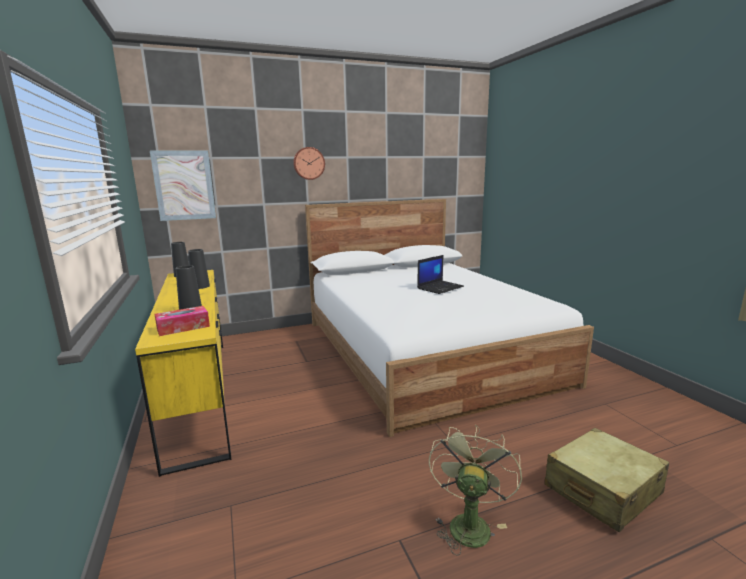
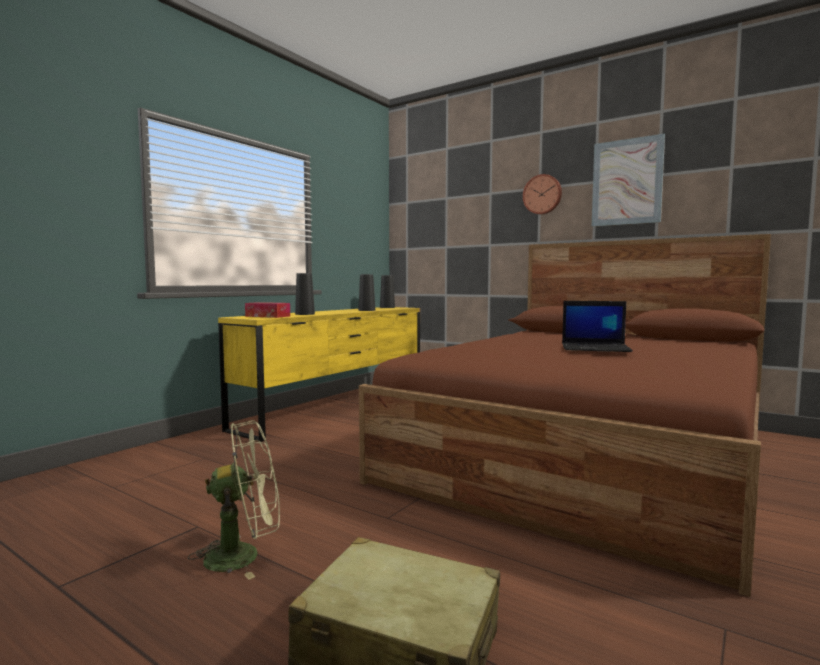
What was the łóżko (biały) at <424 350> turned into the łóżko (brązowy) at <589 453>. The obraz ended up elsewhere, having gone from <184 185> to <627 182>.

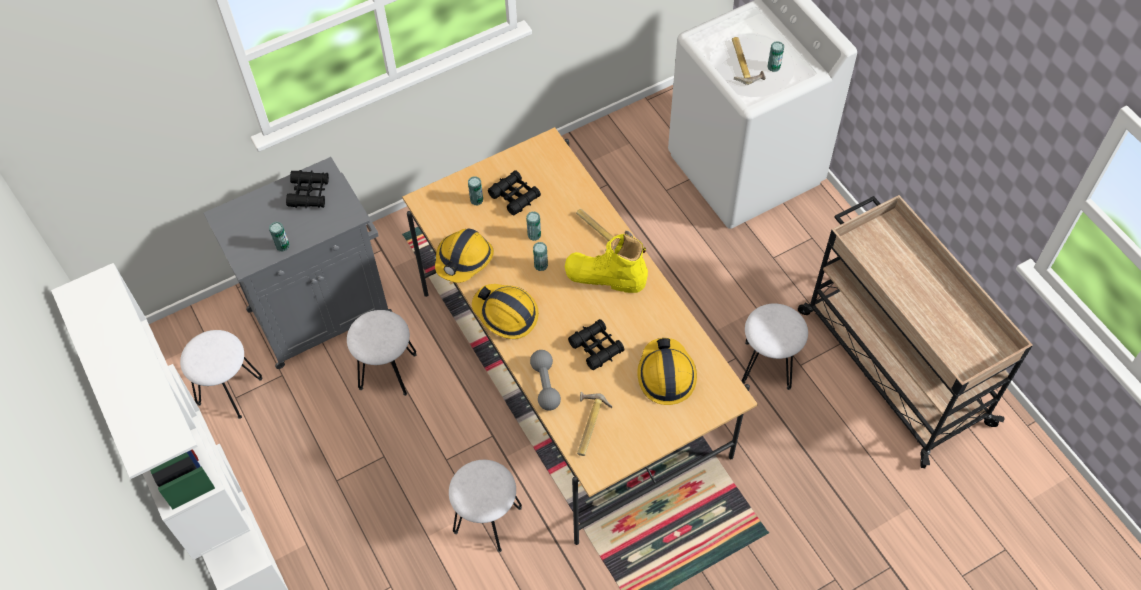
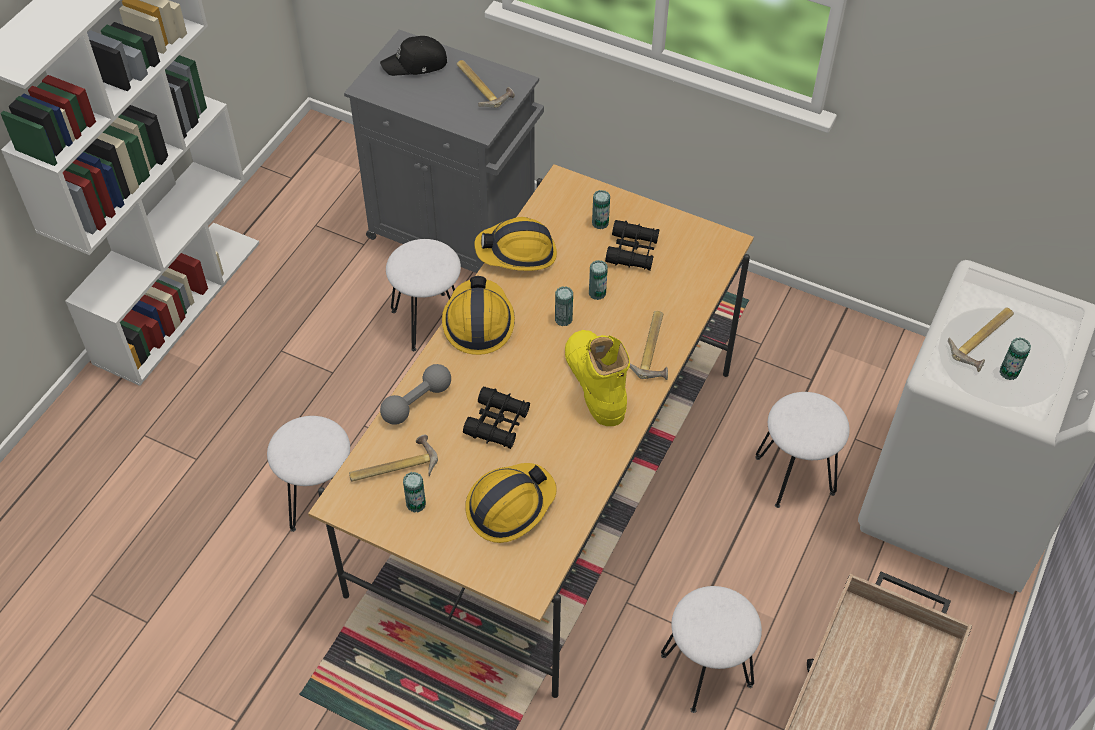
The second view gained the czapka z daszkiem (czarny) at <416 64>. The puszka ended up elsewhere, having gone from <282 245> to <416 504>. Where the lornetka (czarny) stood at <309 193>, the młotek came to stand at <482 86>. The stołek (biały) ended up elsewhere, having gone from <230 391> to <795 476>.

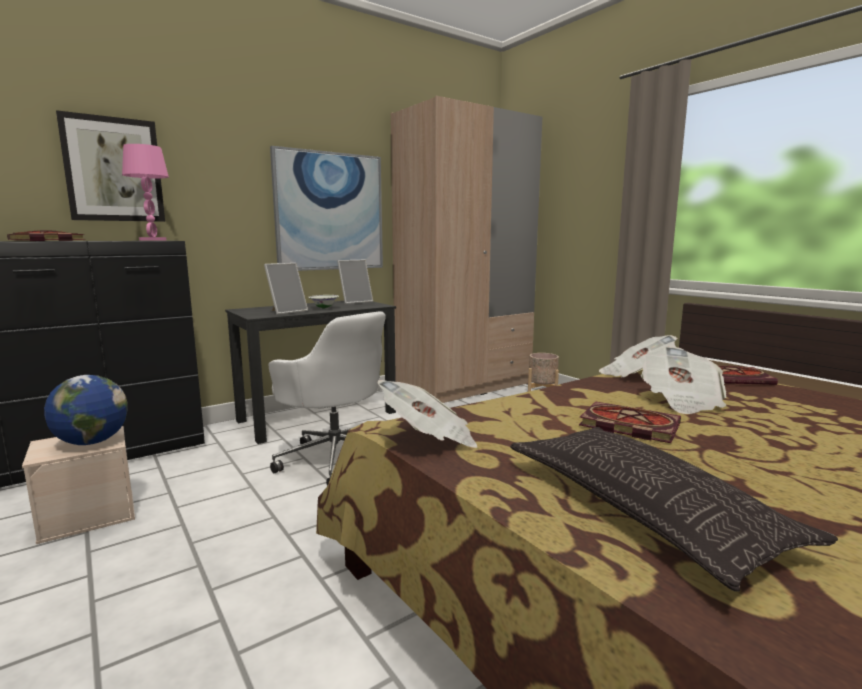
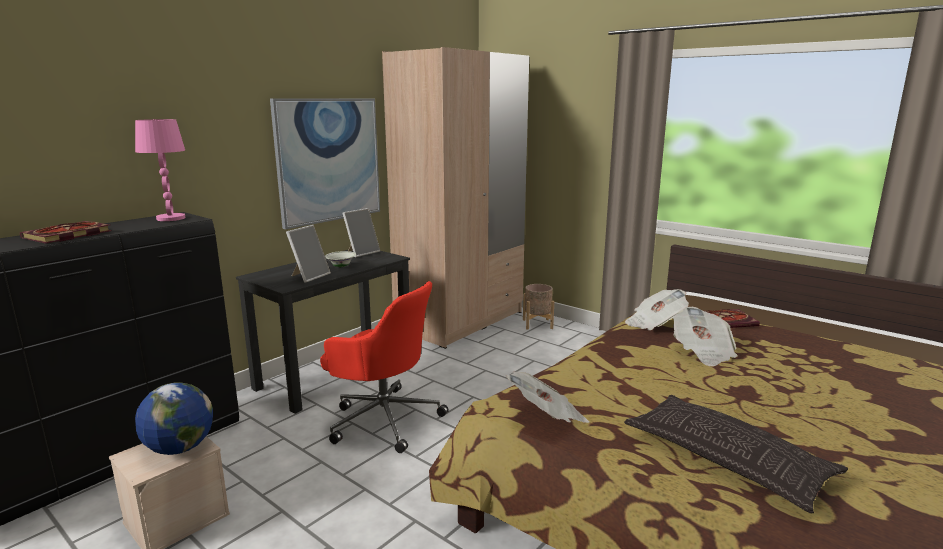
What was the krzesło biurowe (biały) at <335 458> turned into the krzesło biurowe (czerwony) at <383 419>. The second view lost the obraz at <113 170>. The second view lost the książka at <626 425>.

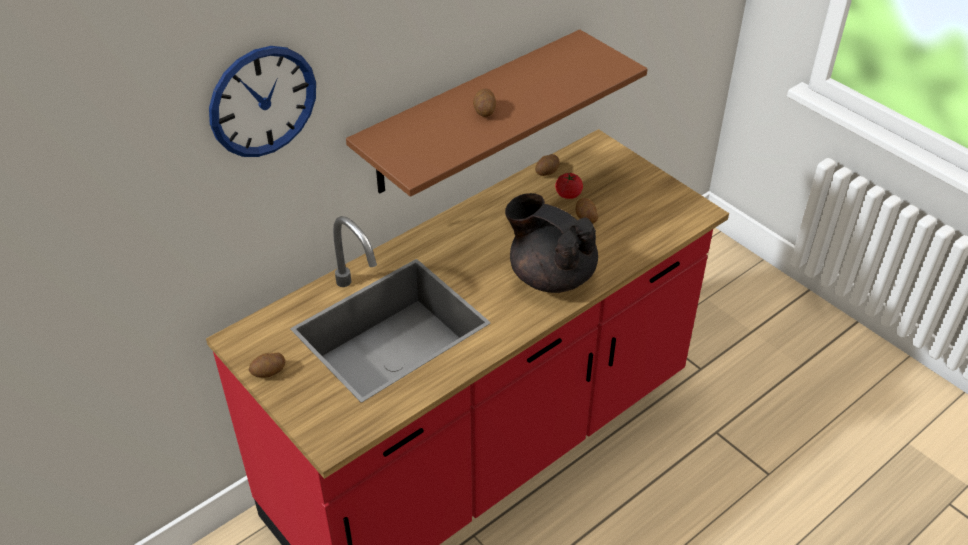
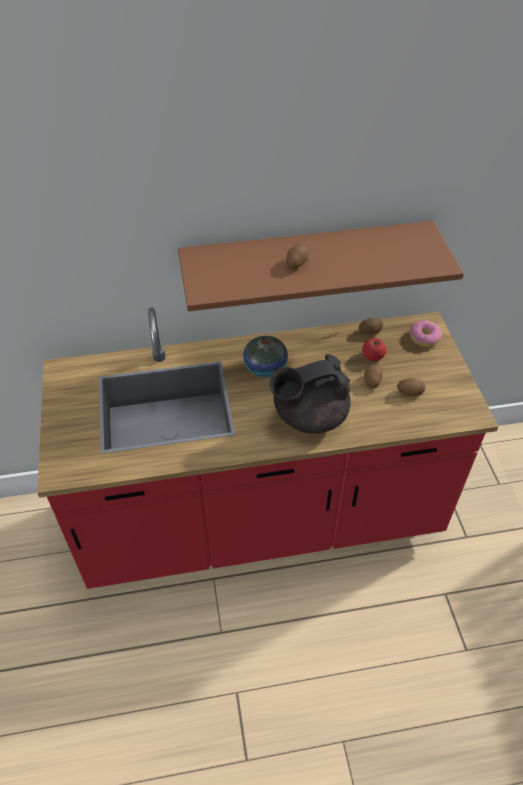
The second view gained the wazon at <265 367>. The imbryk (czarny) at <550 275> ended up facing another way, 90 degrees counterclockwise from before. The ziemniak ended up elsewhere, having gone from <269 372> to <410 392>. The second view gained the donut at <424 338>. The second view lost the zegar ścienny at <263 101>.

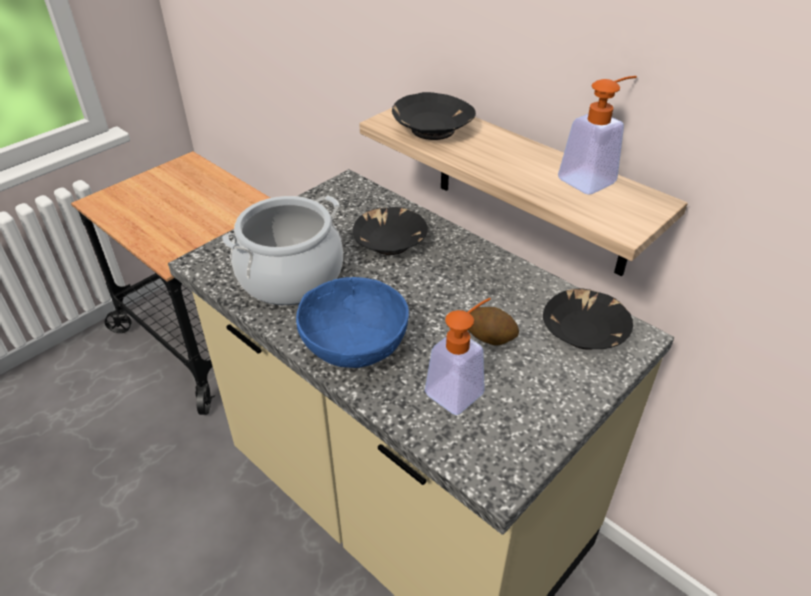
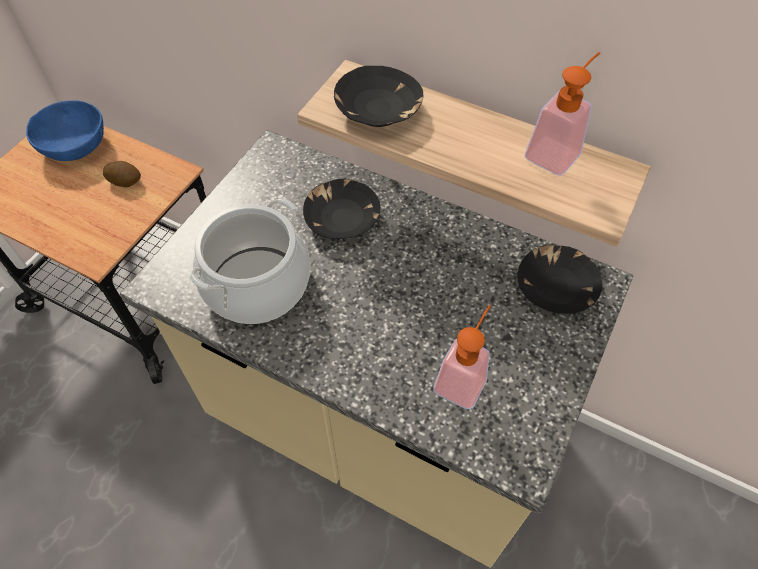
The miska (niebieski) ended up elsewhere, having gone from <354 344> to <75 146>. The ziemniak ended up elsewhere, having gone from <490 336> to <125 181>.

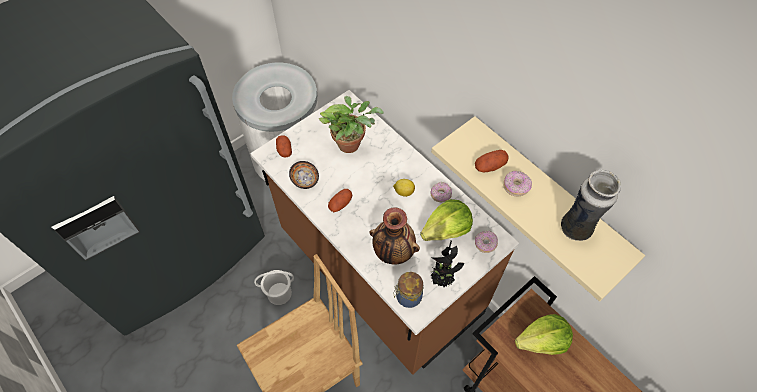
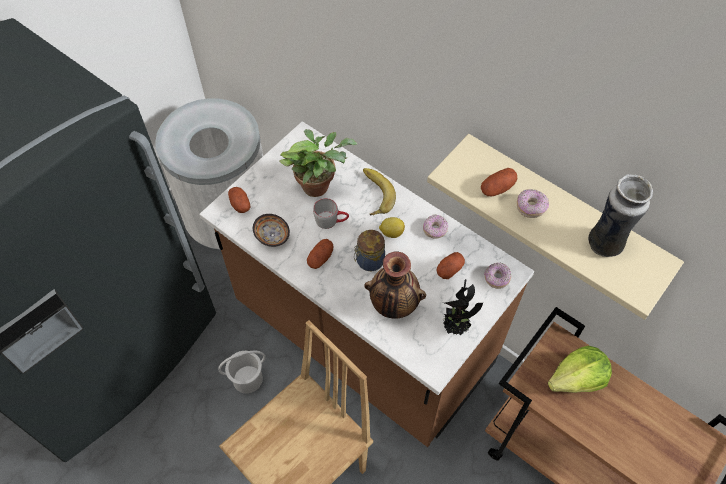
The second view gained the kubek (szary) at <331 220>. The słoik ended up elsewhere, having gone from <407 297> to <369 261>. The second view gained the banan at <373 194>. Where the sałata stood at <446 230>, the ziemniak came to stand at <449 269>.

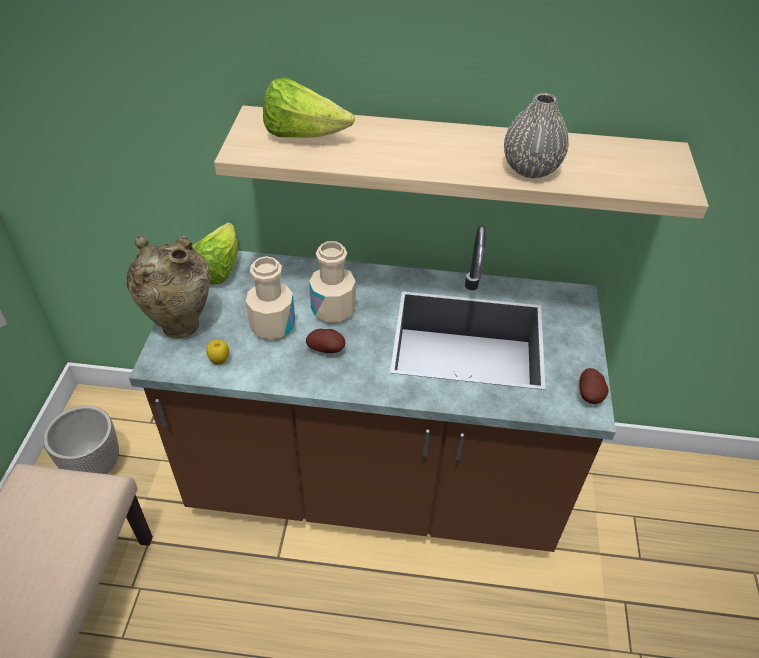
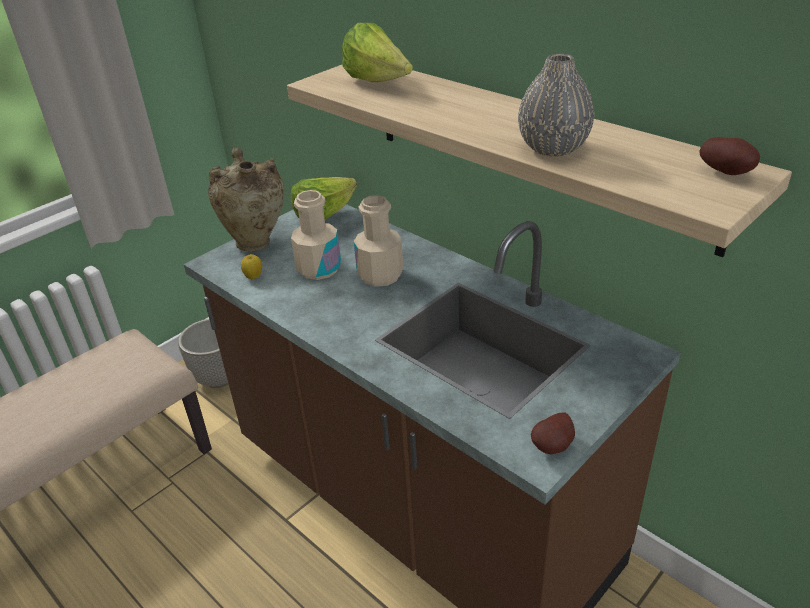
The ziemniak ended up elsewhere, having gone from <327 349> to <727 173>.

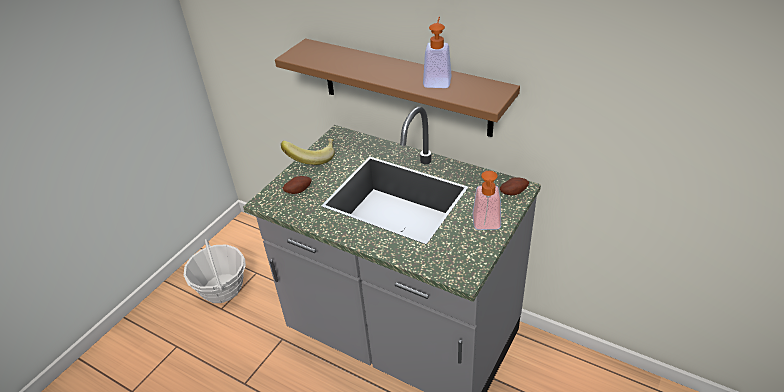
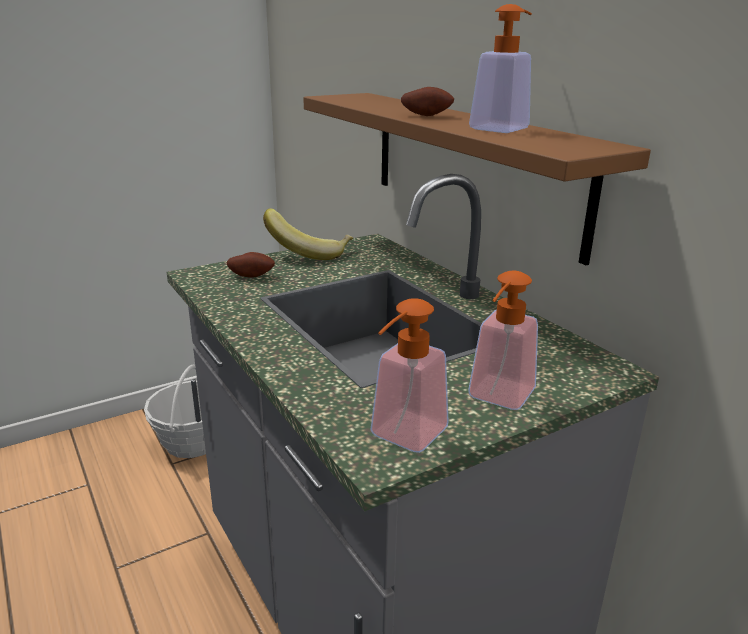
The second view gained the dozownik mydła at <402 438>. The ziemniak ended up elsewhere, having gone from <513 192> to <426 115>.

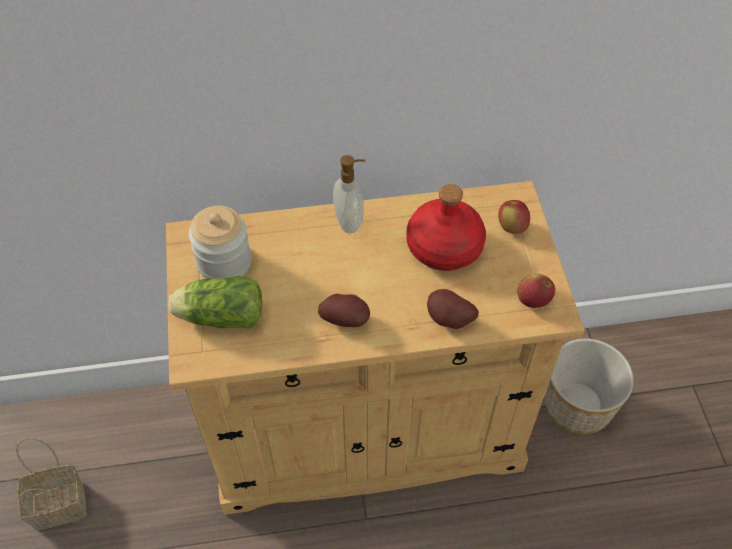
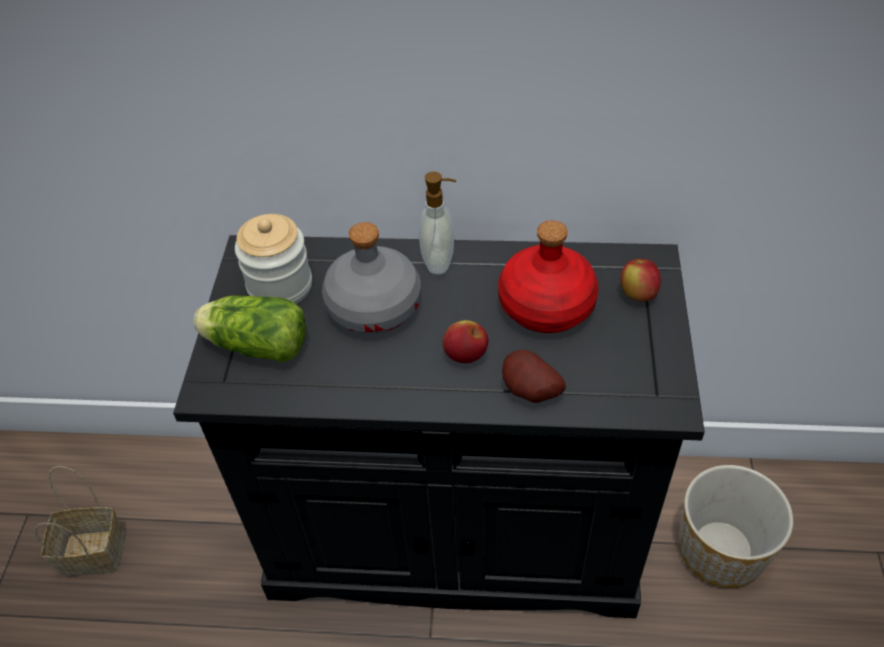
What was the szafka (beżowy) at <365 428> turned into the szafka (czarny) at <454 530>. The second view gained the butelka (szary) at <375 307>. The jabłko ended up elsewhere, having gone from <533 300> to <465 355>. The second view lost the ziemniak at <346 319>.

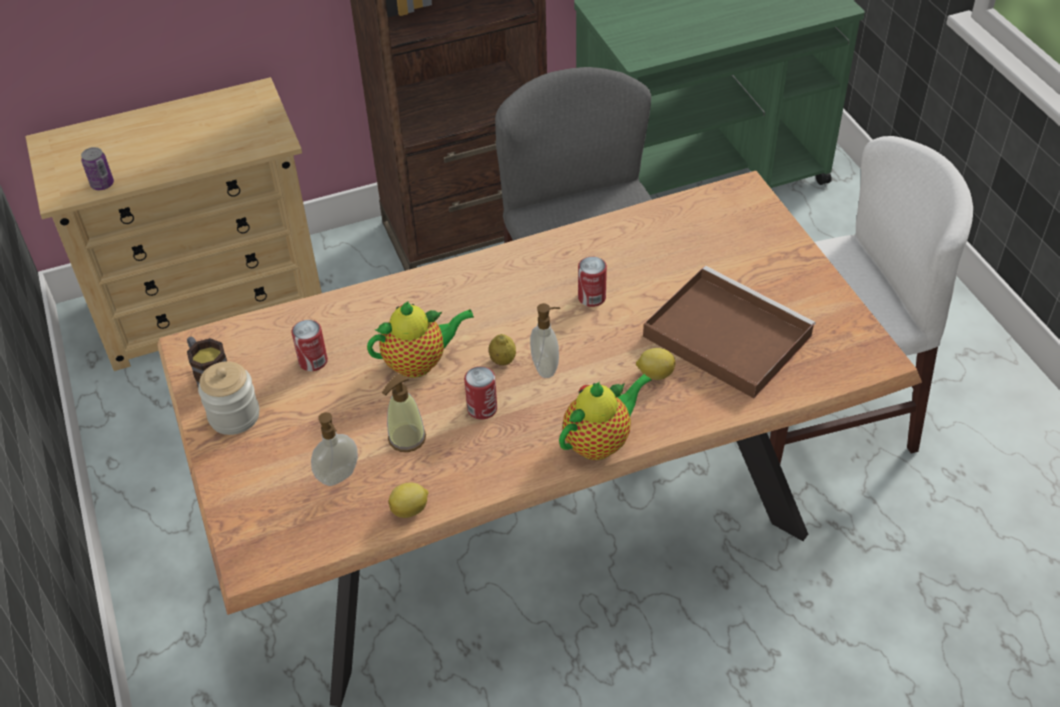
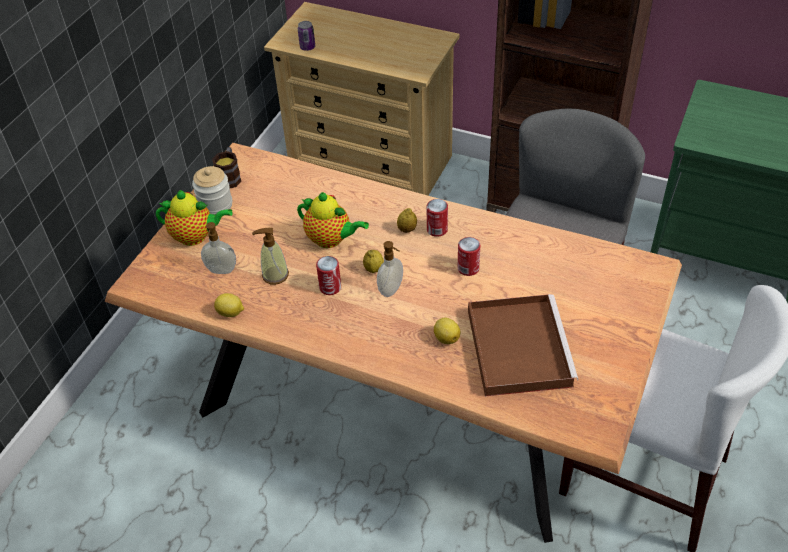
The imbryk ended up elsewhere, having gone from <600 441> to <196 236>. The second view gained the cytryna at <407 229>. The puszka ended up elsewhere, having gone from <313 361> to <437 229>.

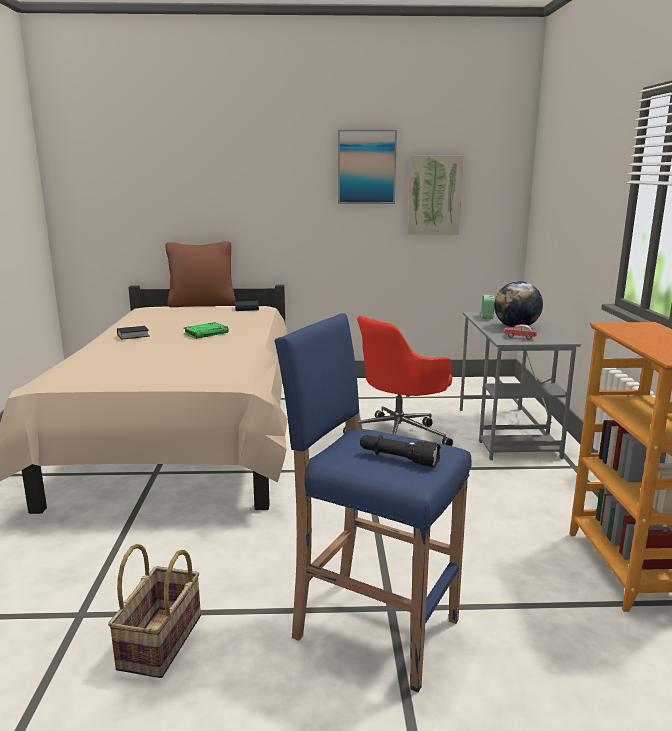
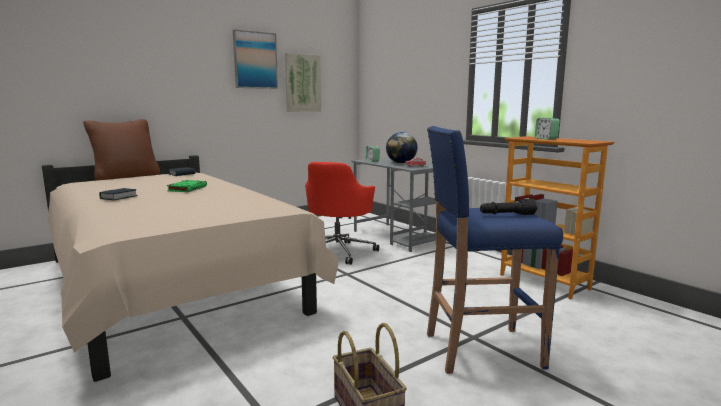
The second view gained the budzik at <546 139>.

